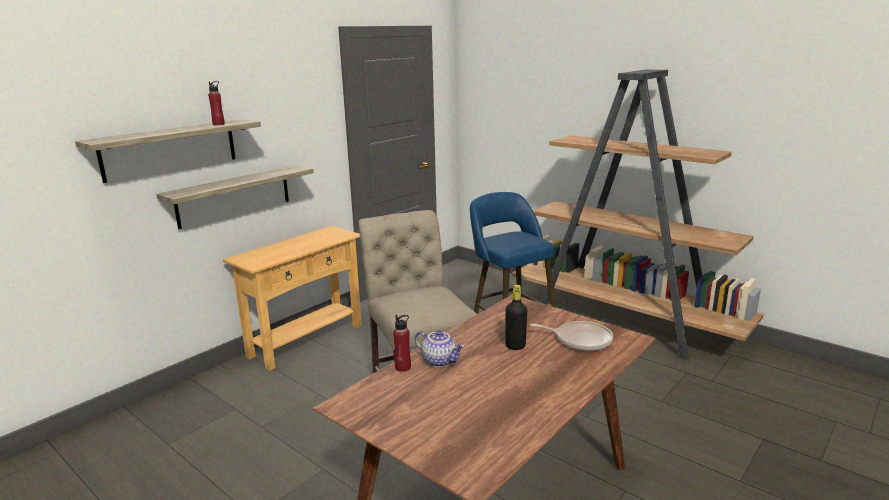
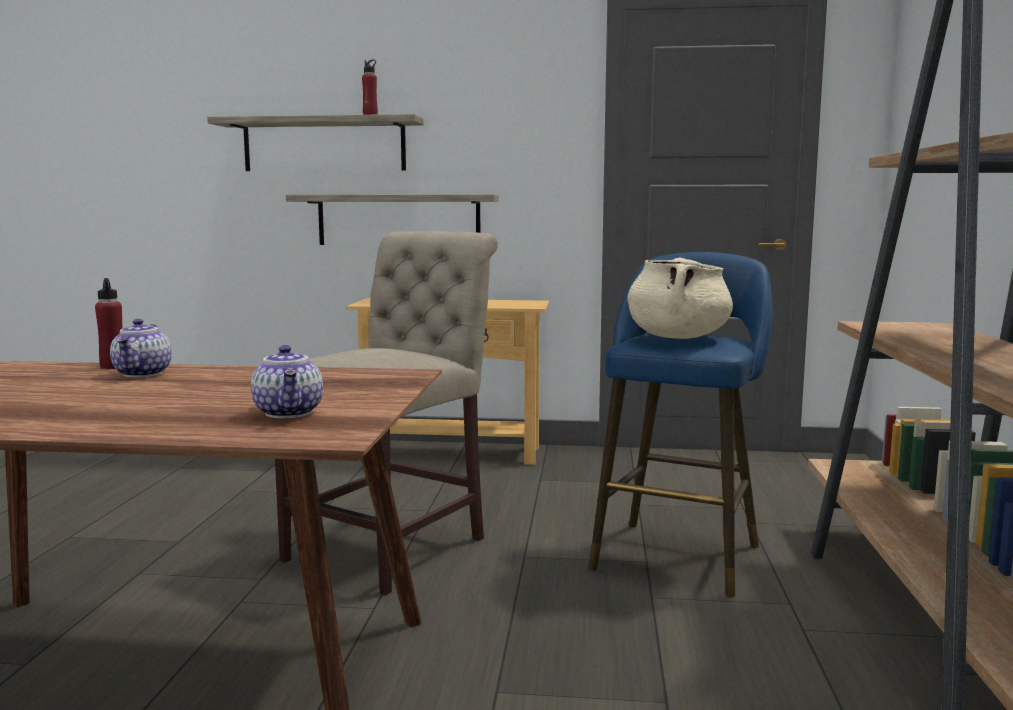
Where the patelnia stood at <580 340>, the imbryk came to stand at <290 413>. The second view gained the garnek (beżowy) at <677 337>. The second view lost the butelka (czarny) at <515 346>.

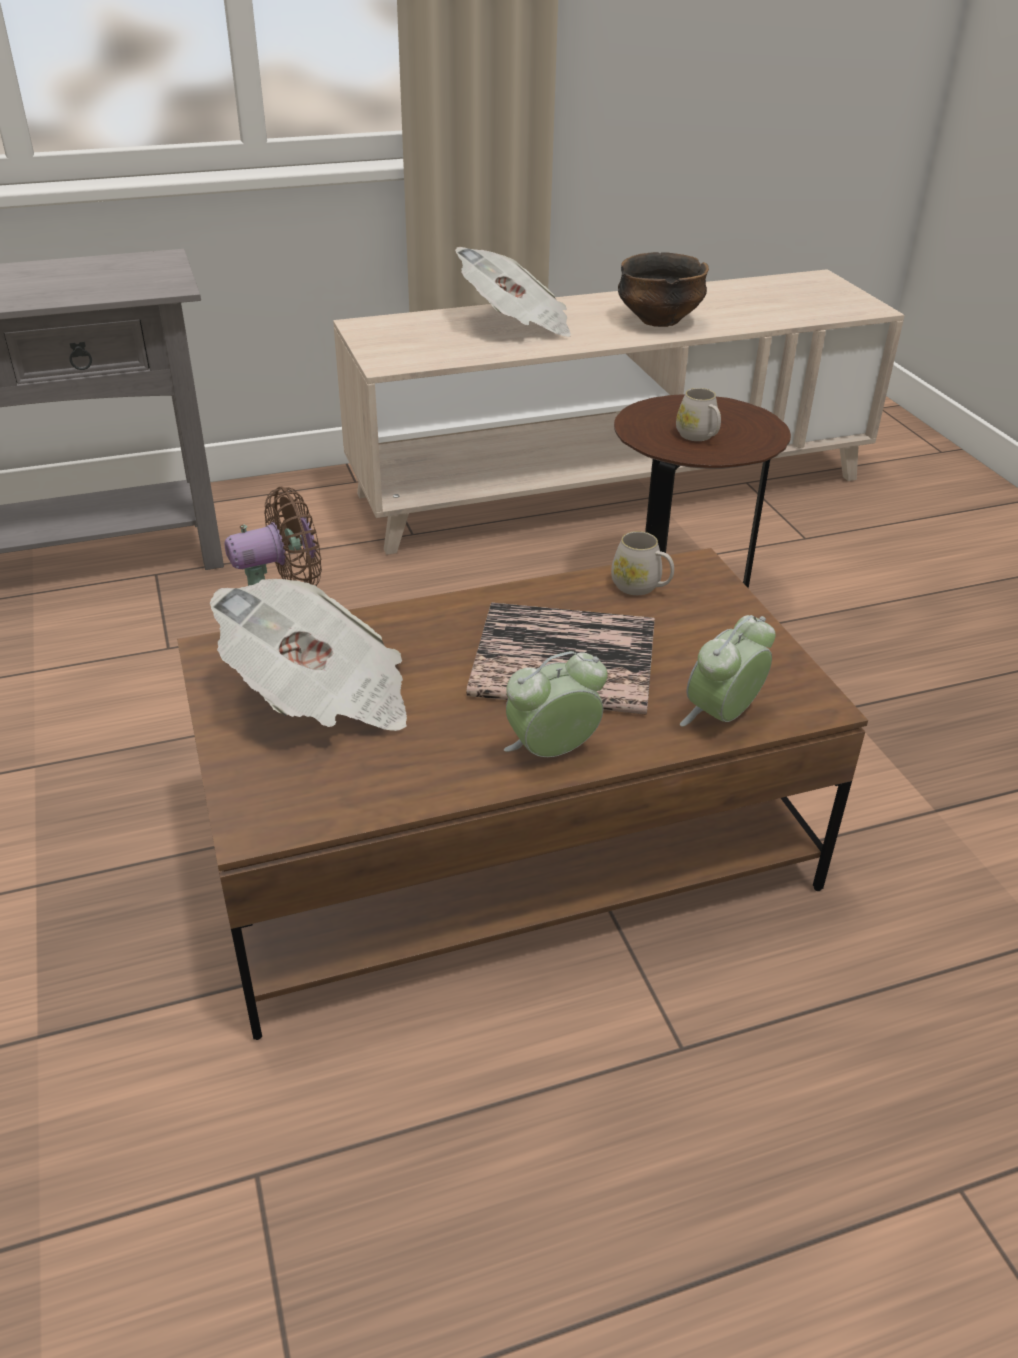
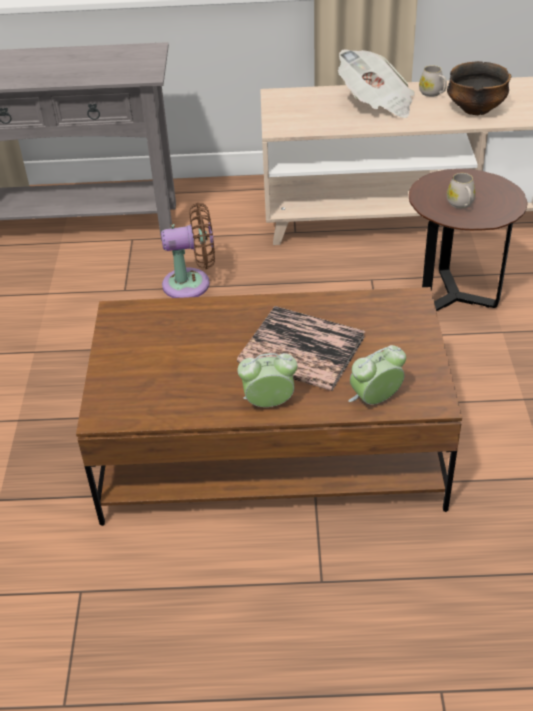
The kubek (biały) ended up elsewhere, having gone from <641 587> to <433 93>. The second view lost the gazeta at <322 697>.

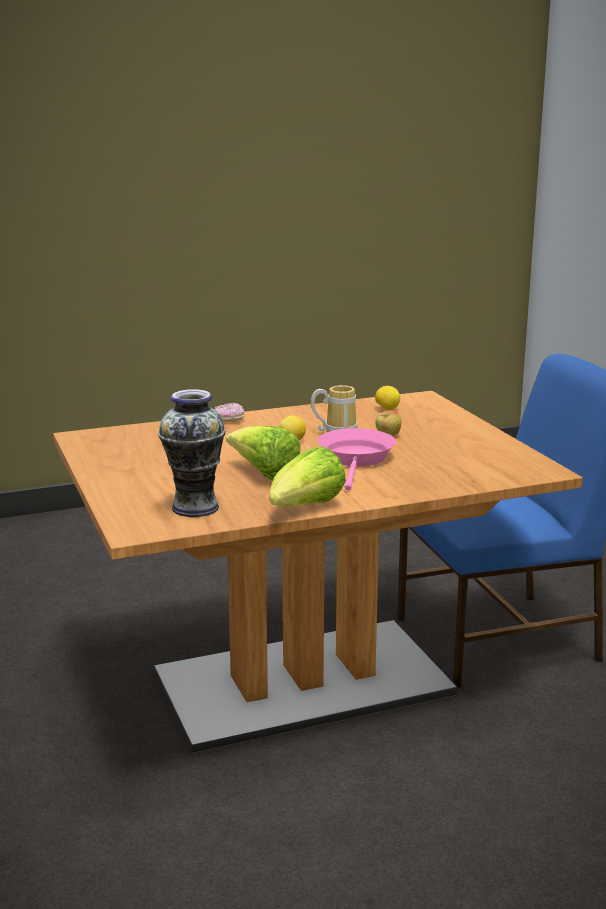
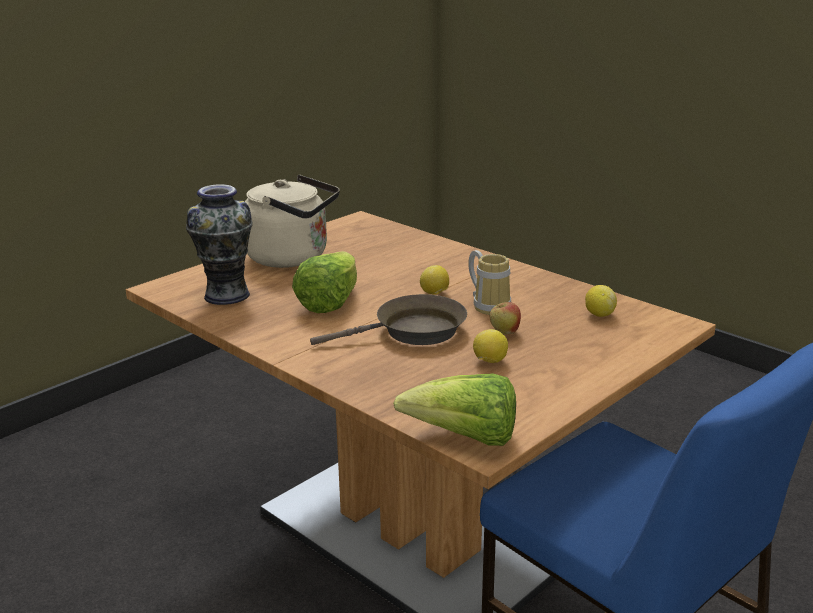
The second view gained the czajnik (beżowy) at <293 257>. What was the patelnia (różowy) at <356 459> turned into the patelnia (brązowy) at <413 332>. The sałata ended up elsewhere, having gone from <305 508> to <465 438>. The second view gained the cytryna at <490 361>. The second view lost the donut at <229 420>.

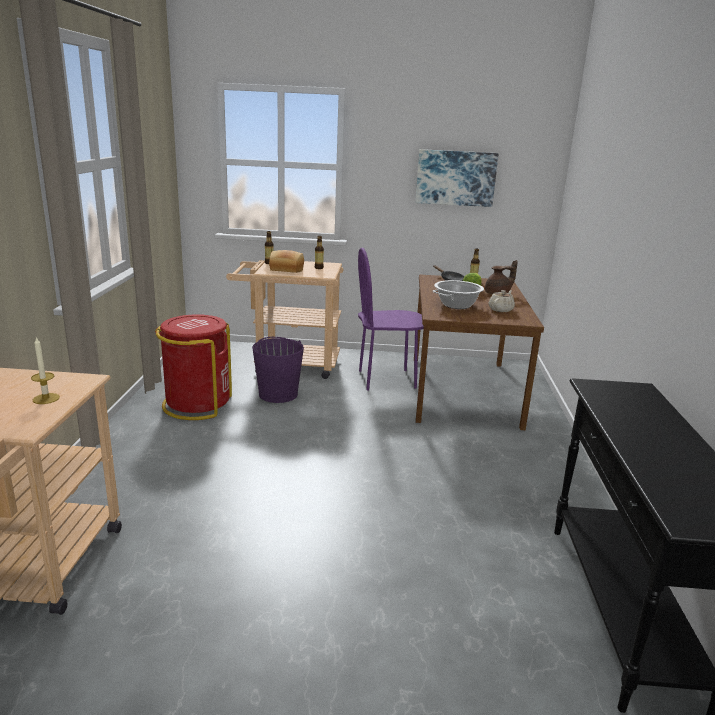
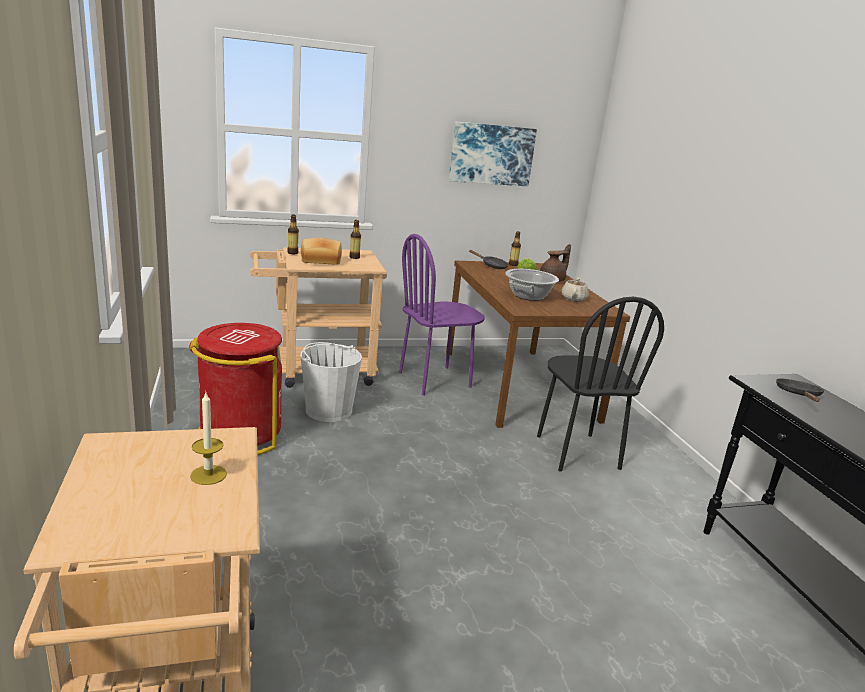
What was the wiadro (fioletowy) at <278 394> turned into the wiadro (biały) at <328 410>. The second view gained the krzesło (czarny) at <576 452>. The second view gained the patelnia (czarny) at <798 395>.

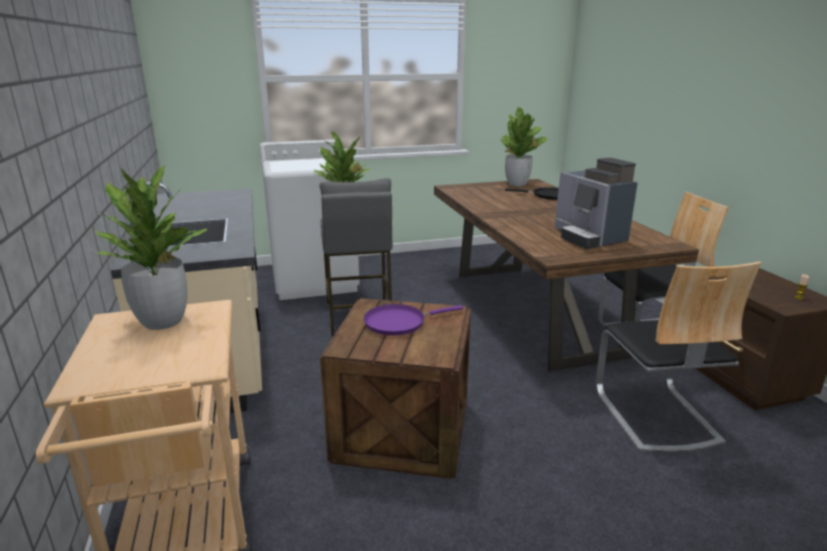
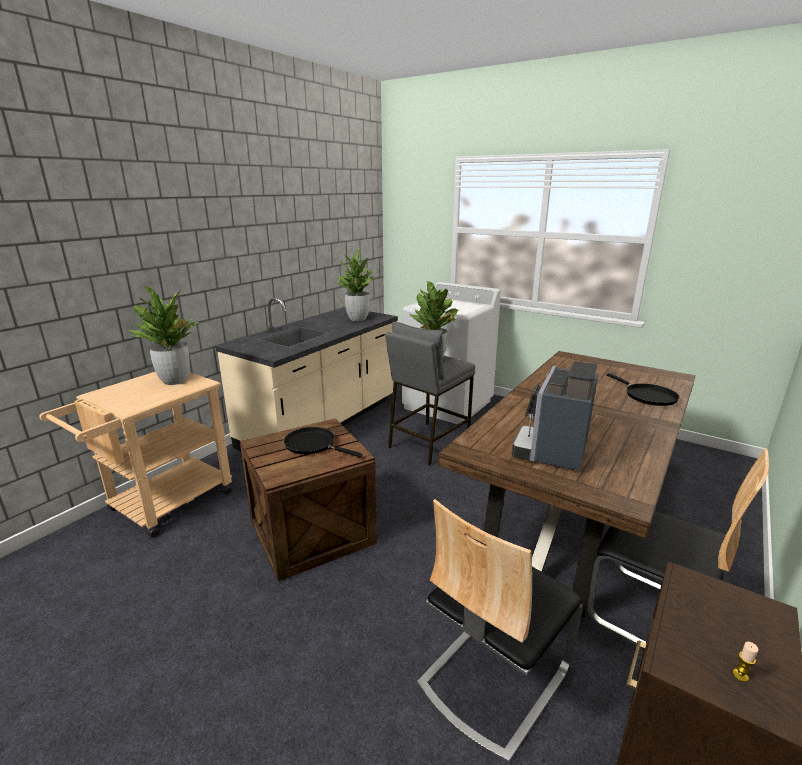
What was the patelnia (fioletowy) at <399 322> turned into the patelnia (czarny) at <313 445>. The roślina doniczkowa ended up elsewhere, having gone from <517 184> to <357 319>.

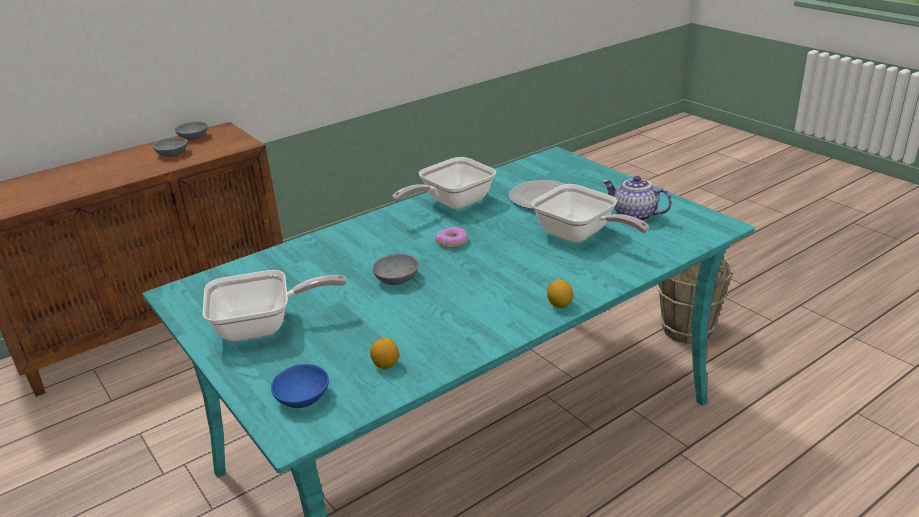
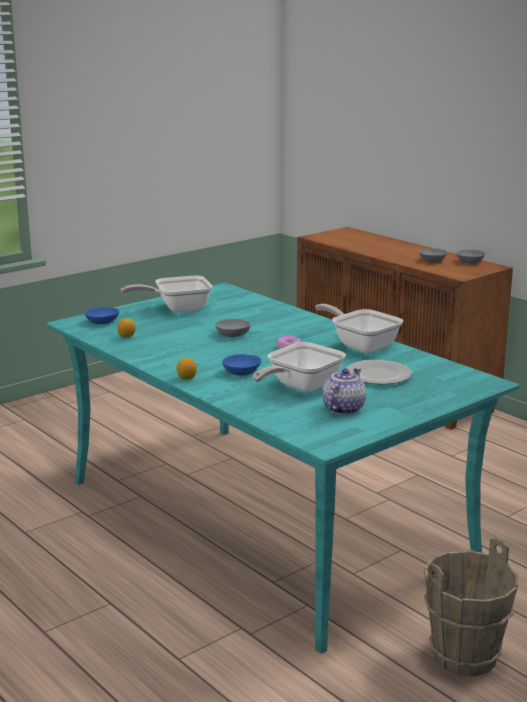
The patelnia at <263 327> ended up facing another way, 90 degrees clockwise from before. The second view gained the miska (niebieski) at <241 371>.

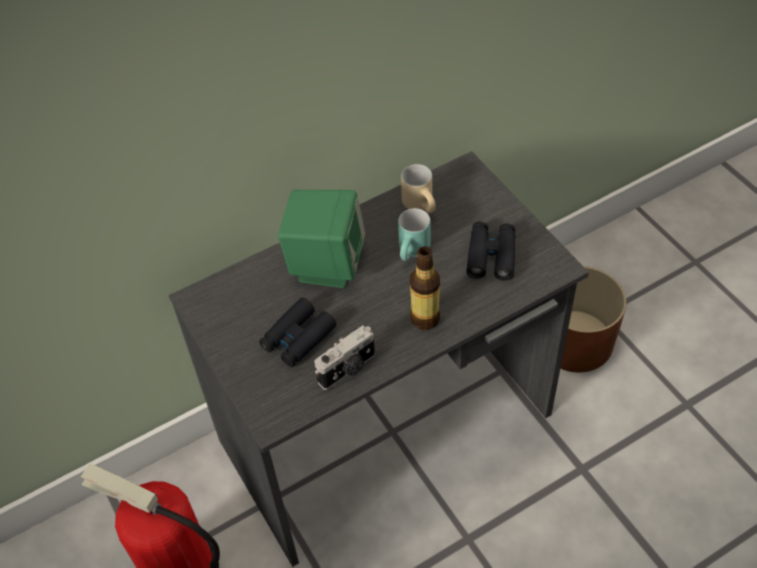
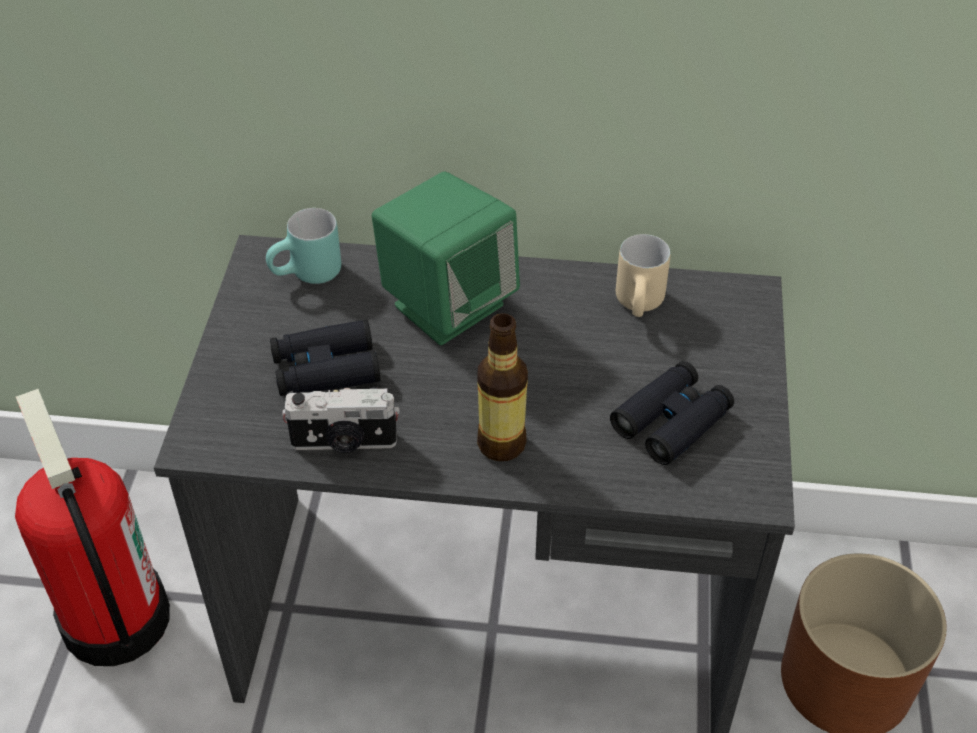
The kubek (turkusowy) ended up elsewhere, having gone from <414 252> to <308 276>.

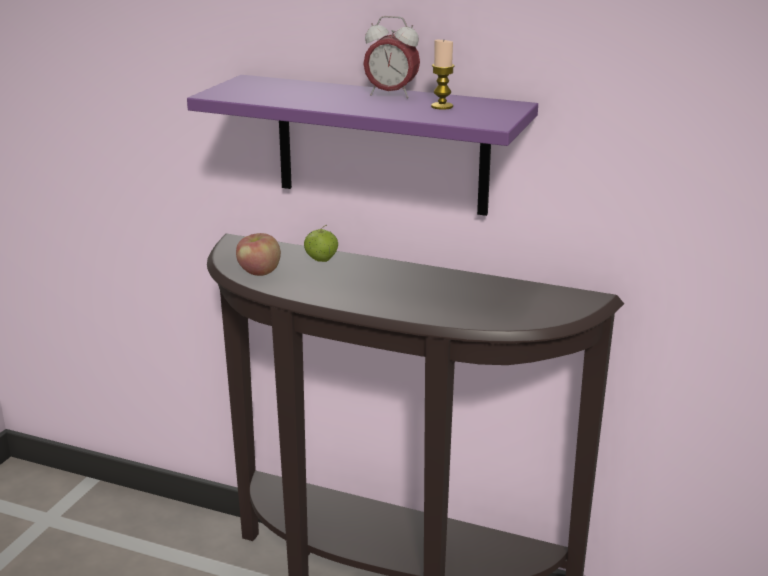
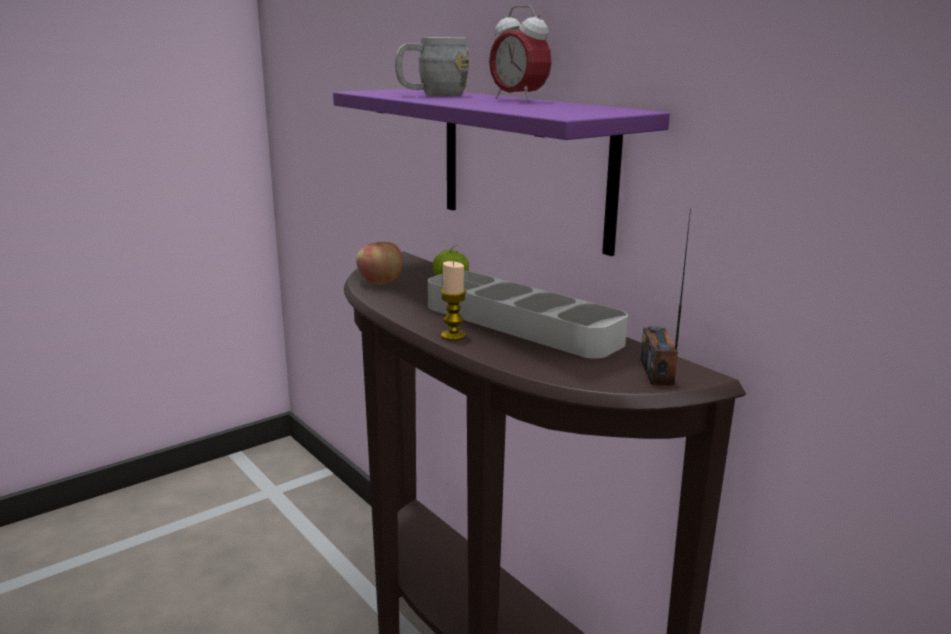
The second view gained the kubek (szary) at <432 95>. The second view gained the taca (szary) at <520 323>. The świeca ended up elsewhere, having gone from <442 106> to <453 336>. The second view gained the radio at <657 372>.

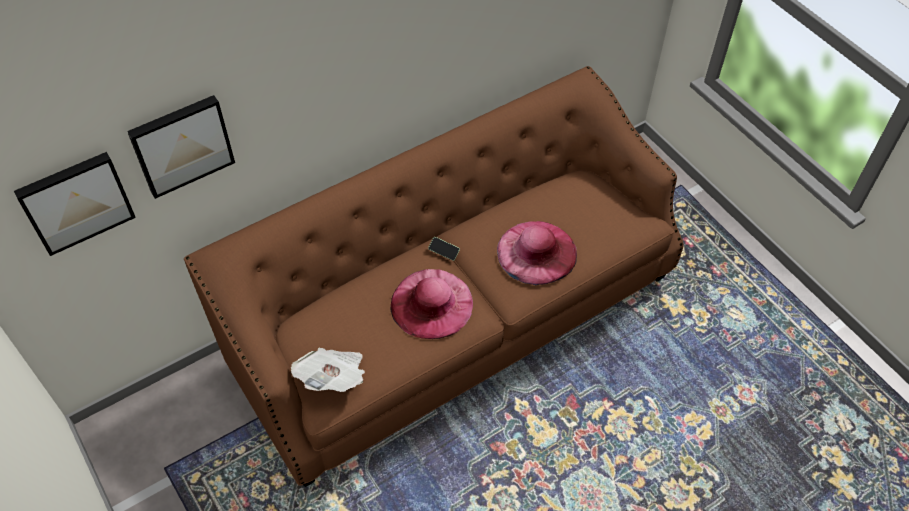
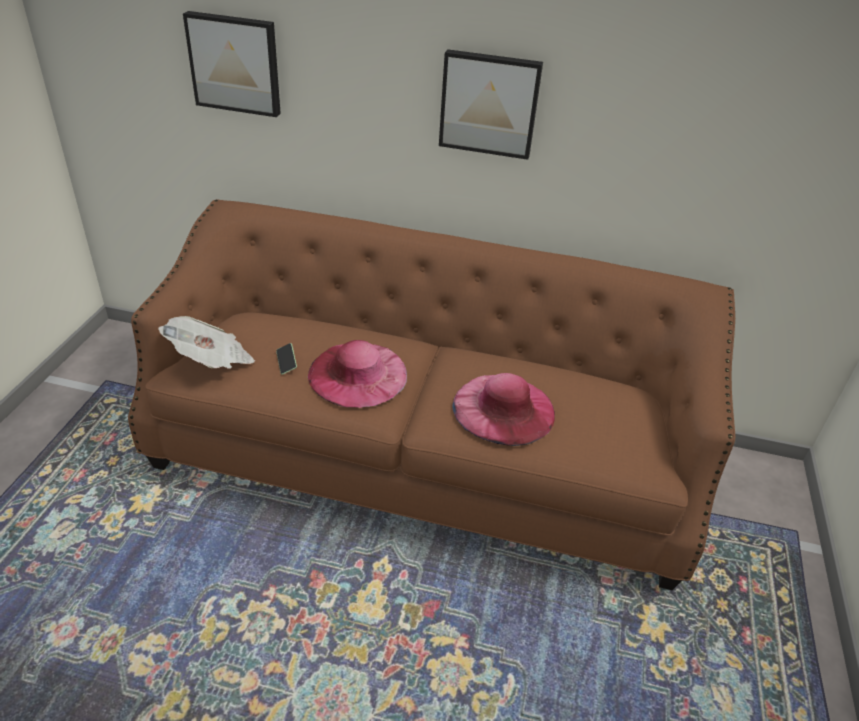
The telefon ended up elsewhere, having gone from <444 251> to <286 362>. The obraz ended up elsewhere, having gone from <75 201> to <489 103>.

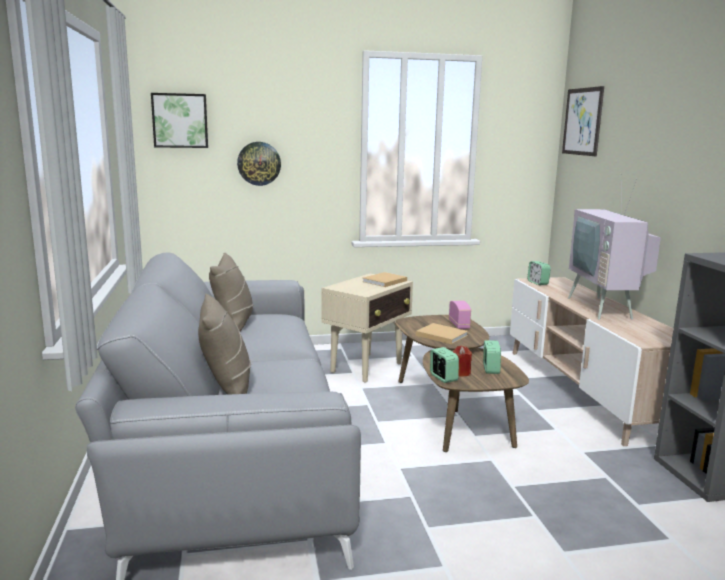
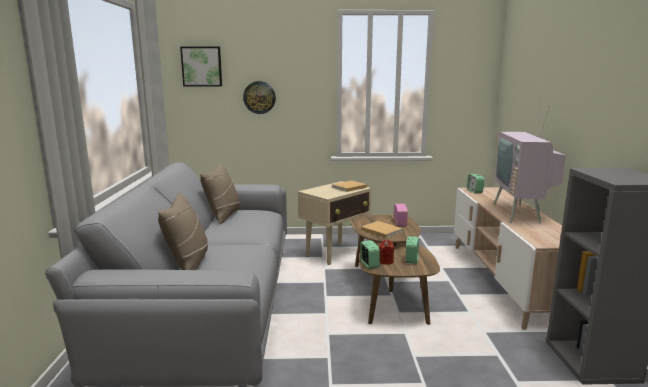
The second view lost the obraz at <582 121>.

